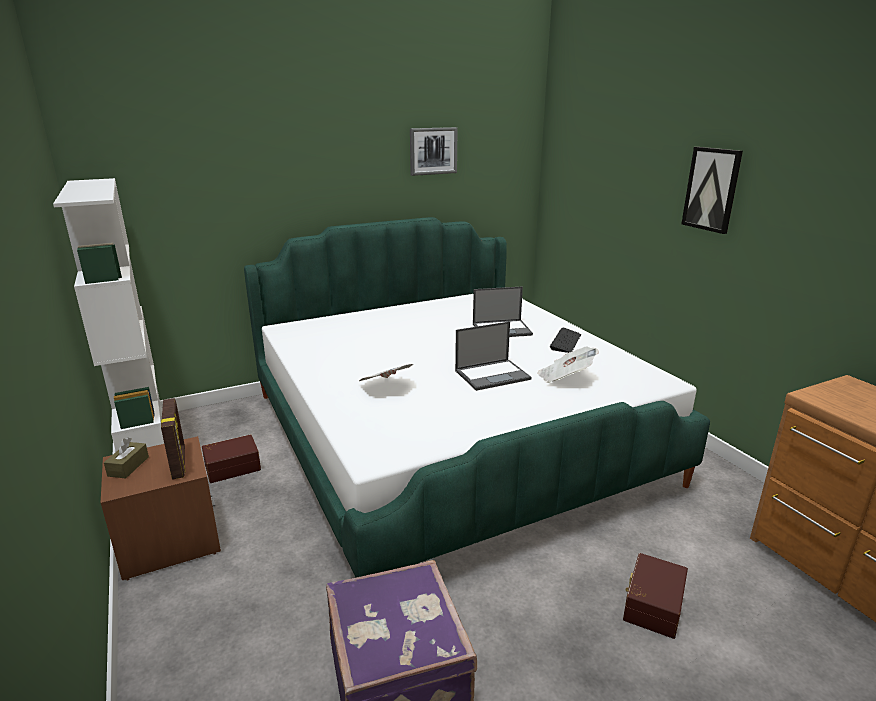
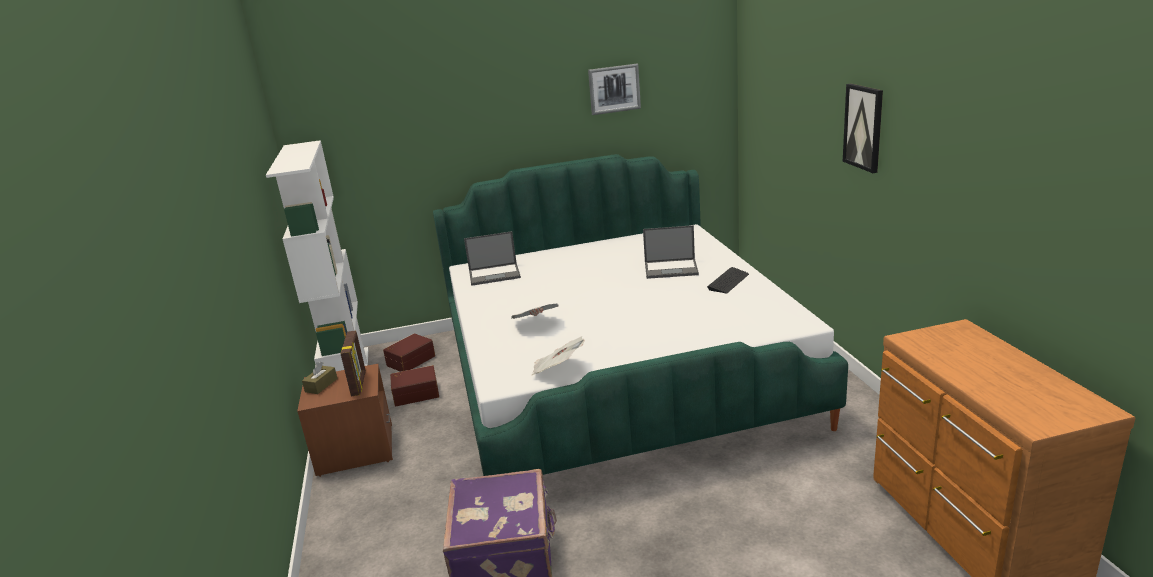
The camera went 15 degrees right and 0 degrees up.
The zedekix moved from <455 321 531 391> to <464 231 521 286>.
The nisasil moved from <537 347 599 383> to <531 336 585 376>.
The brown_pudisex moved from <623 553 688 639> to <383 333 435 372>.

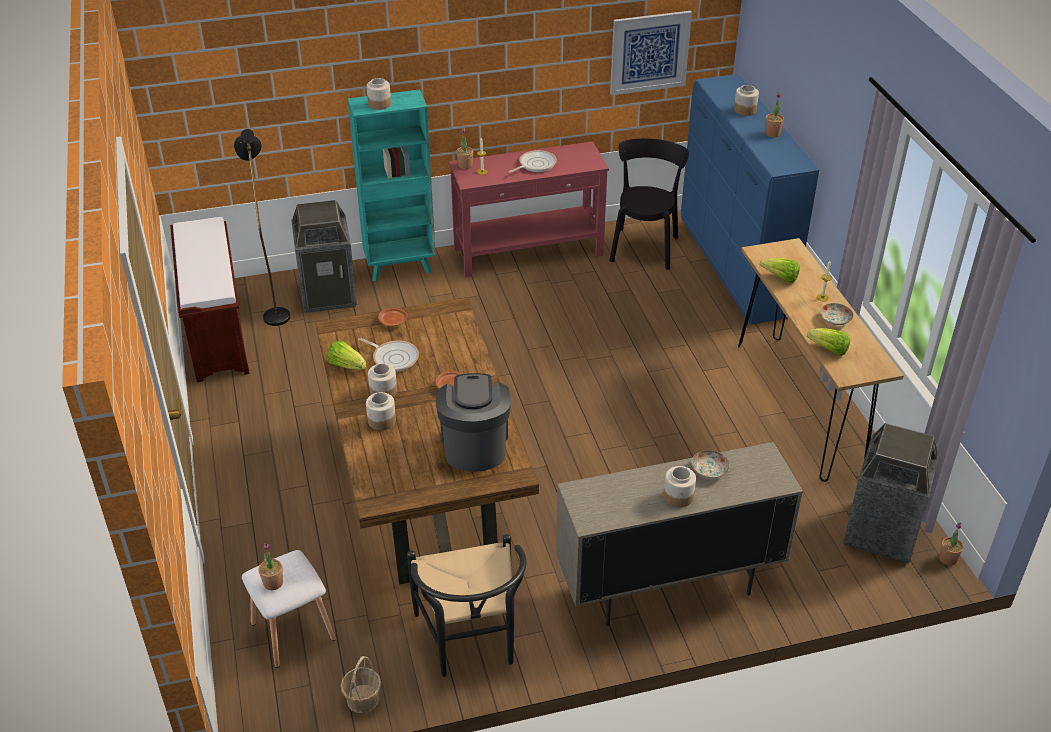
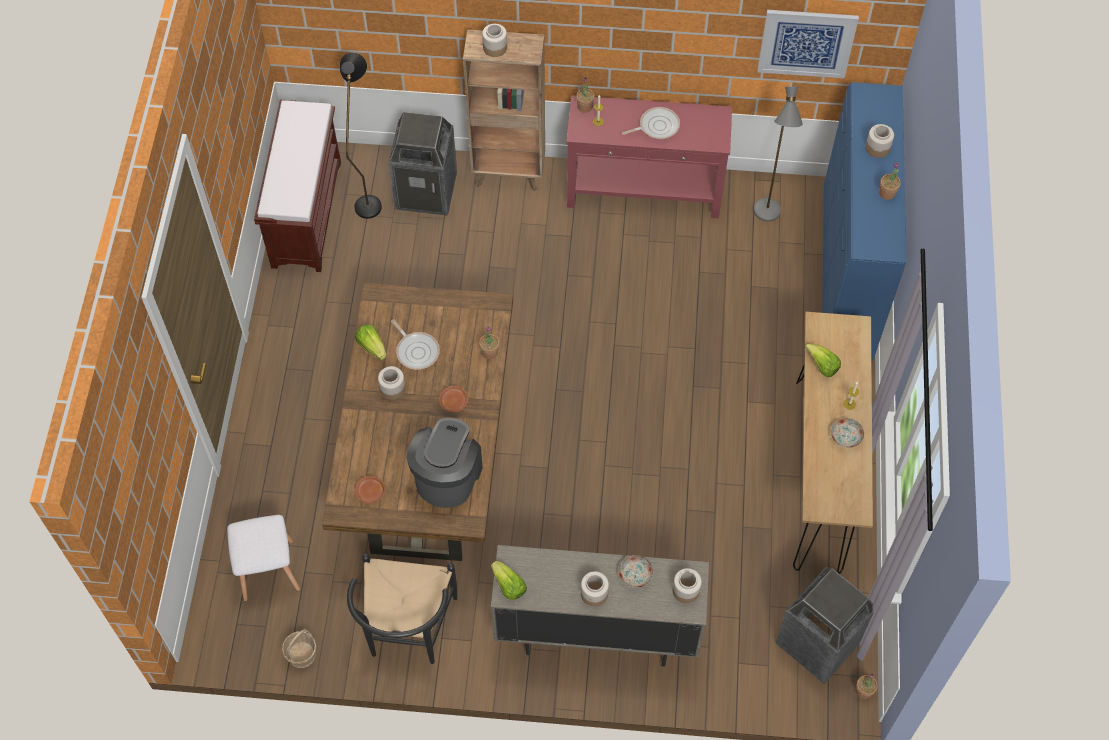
The camera went 20 degrees right and 20 degrees up.
The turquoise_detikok at <348 89 436 282> became the brown_detikok at <463 30 545 191>.
The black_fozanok at <609 138 689 270> was replaced by the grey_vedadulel at <754 86 803 222>.
The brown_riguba moved from <378 308 408 326> to <355 476 386 504>.
The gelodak moved from <807 328 850 356> to <491 561 527 600>.
The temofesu moved from <366 392 396 430> to <672 568 702 603>.
The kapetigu moved from <259 543 283 590> to <479 326 499 359>.

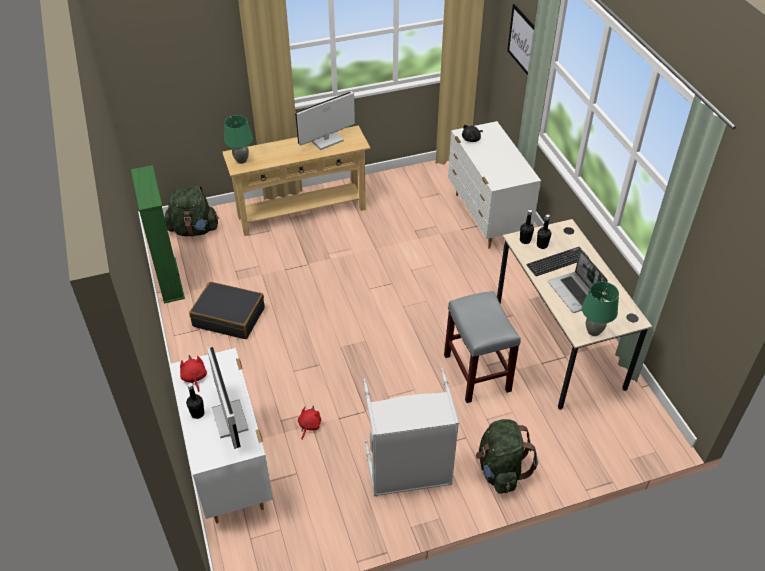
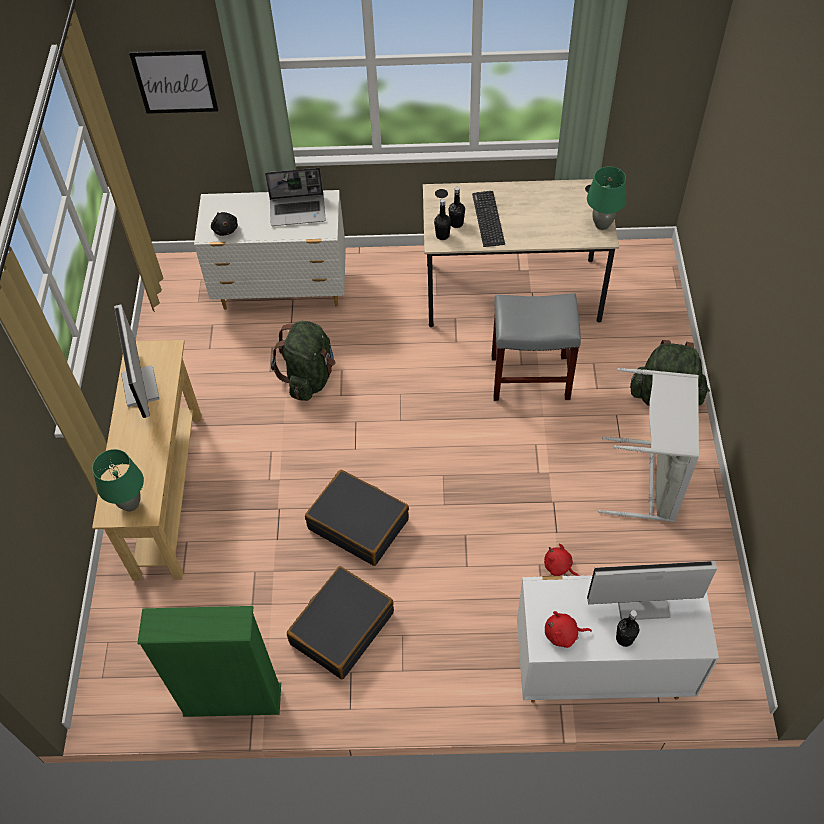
The camera went 70 degrees left and 10 degrees up.
The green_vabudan moved from <165 186 219 237> to <271 321 335 401>.
The zedekix moved from <548 249 608 313> to <265 168 326 226>.
The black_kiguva at <305 470 409 566> appeared.

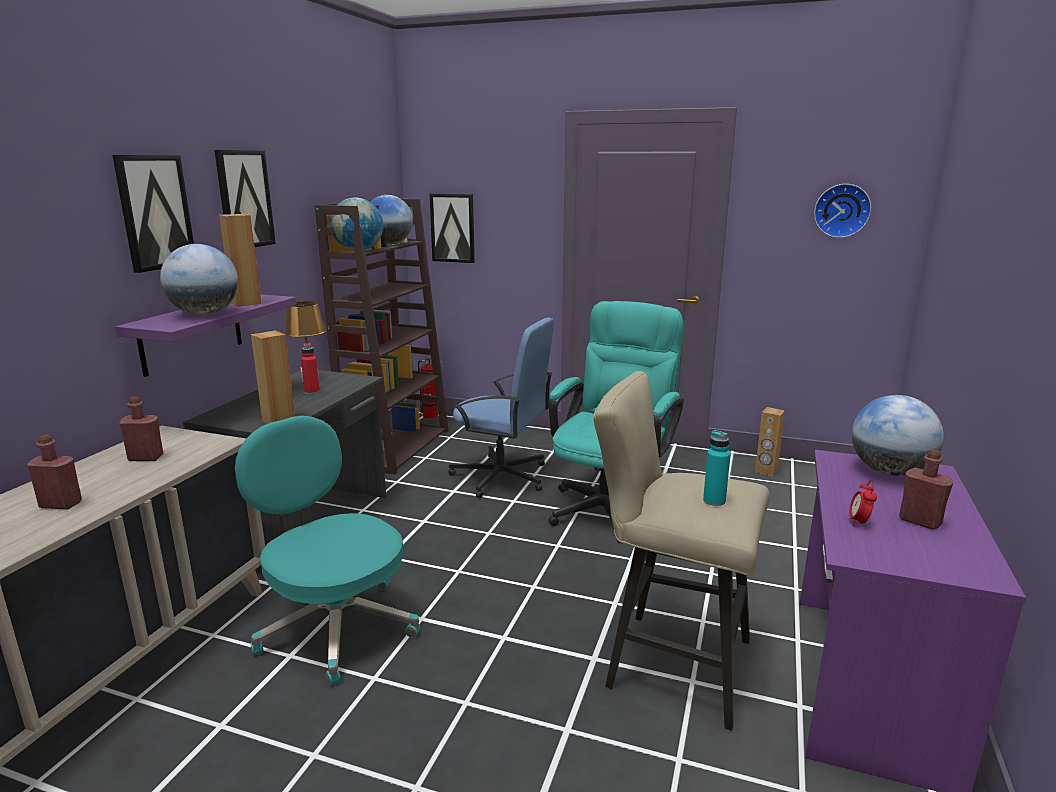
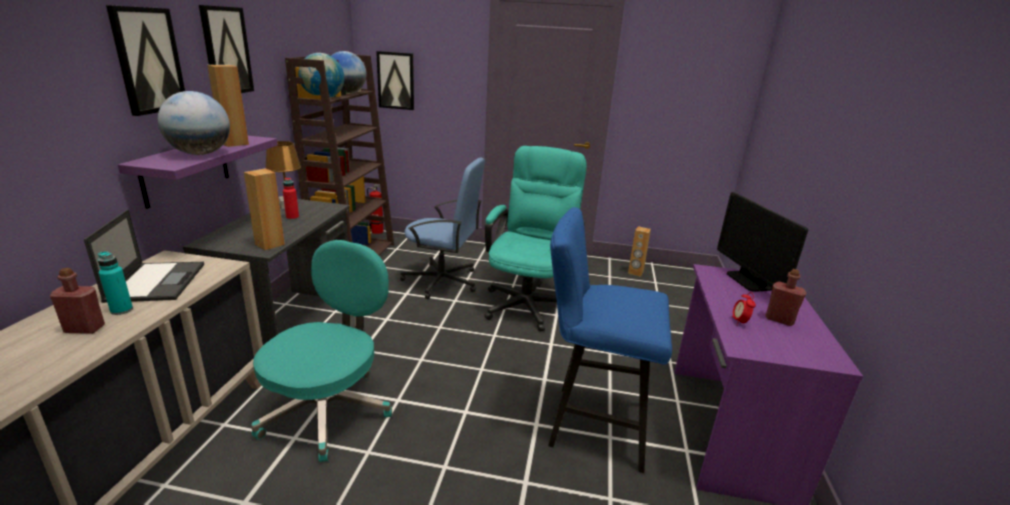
The camera went 10 degrees left and 5 degrees up.
The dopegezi at <814 184 871 238> disappeared.
The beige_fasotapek at <594 371 770 731> became the blue_fasotapek at <548 207 672 473>.
The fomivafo at <852 395 944 476> was replaced by the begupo at <717 192 808 292>.
The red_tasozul at <119 396 163 461> was replaced by the zedekix at <84 209 204 303>.
The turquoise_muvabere at <235 416 420 685> turned 75 degrees clockwise.
The turquoise_tasozul moved from <703 430 731 506> to <97 251 133 315>.

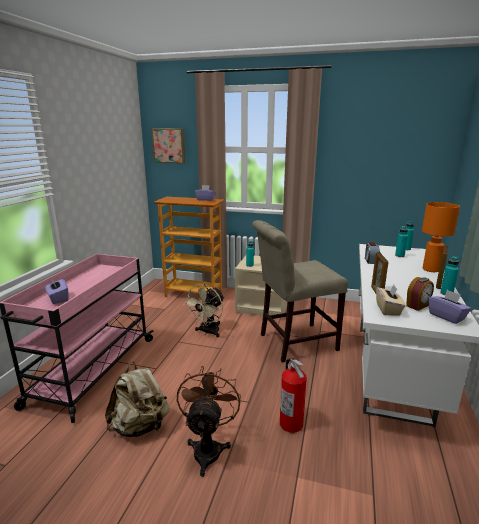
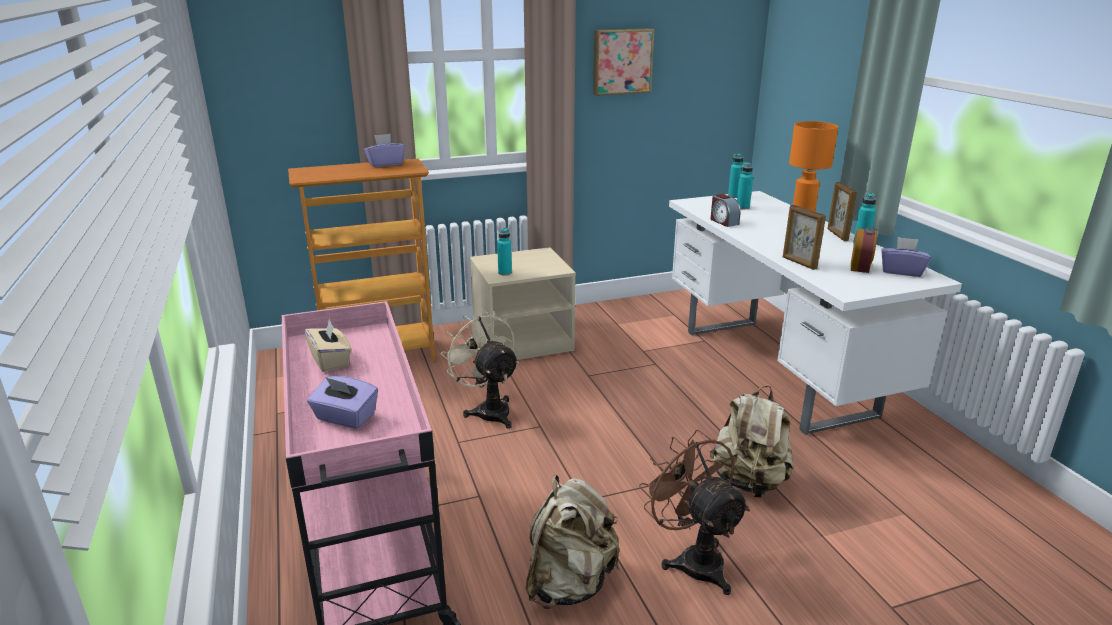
The camera went 35 degrees left and 5 degrees up.
The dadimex moved from <152 129 185 163> to <593 28 654 96>.
The beige_fozanok at <252 220 348 363> disappeared.
The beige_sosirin at <183 284 224 338> turned 150 degrees clockwise.
The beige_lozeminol moved from <376 285 405 316> to <305 320 352 372>.
The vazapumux at <280 358 307 433> was replaced by the beige_vabudan at <710 386 794 498>.

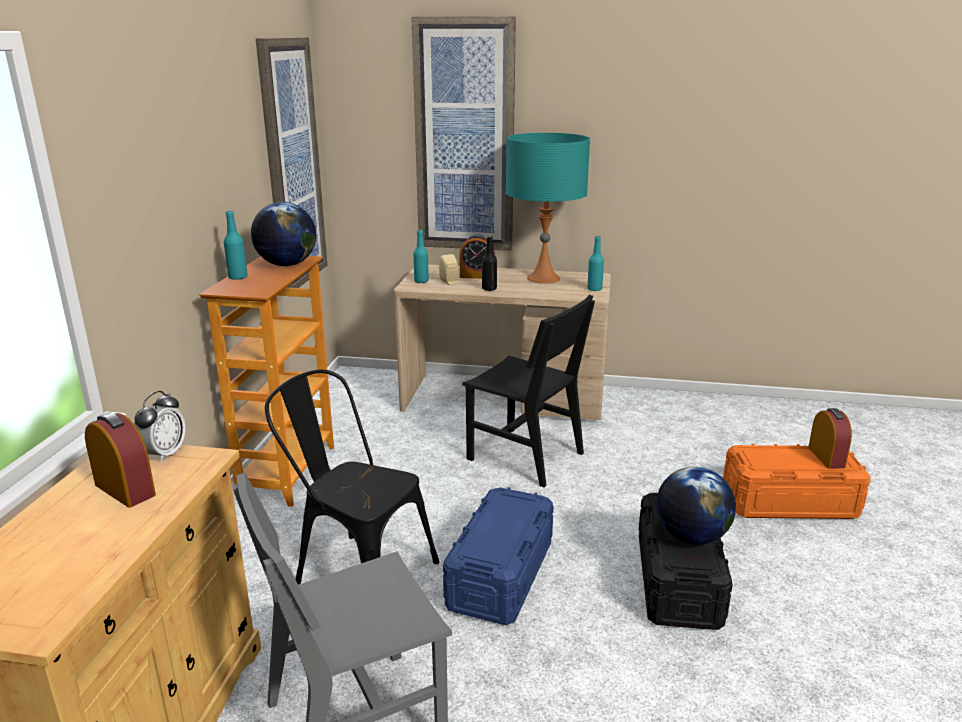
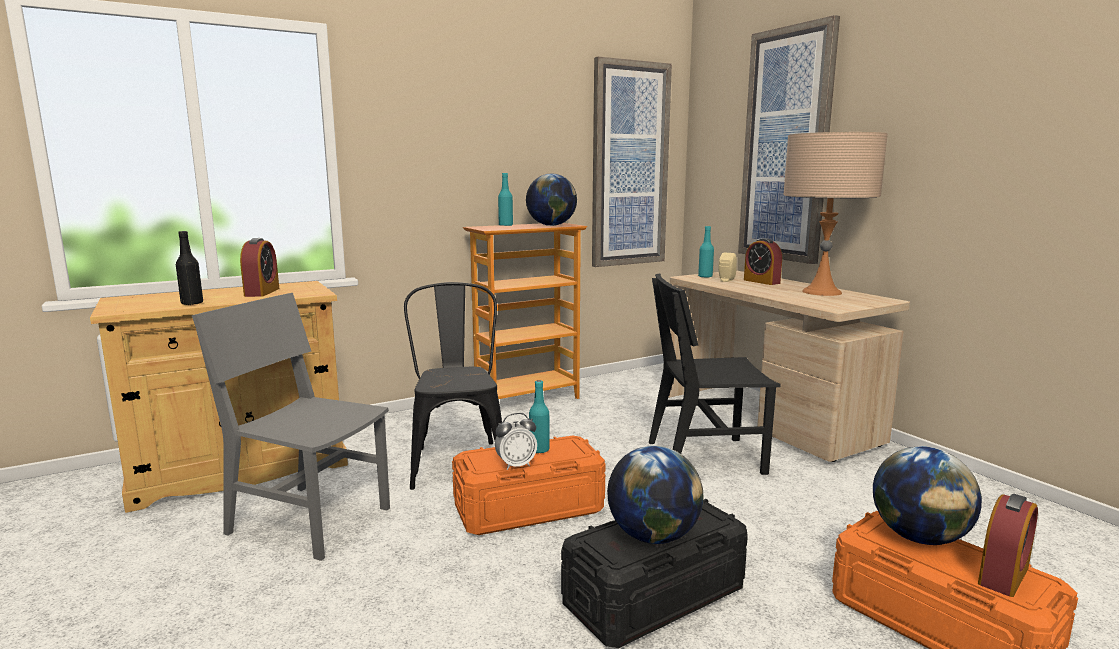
The camera went 50 degrees right and 10 degrees down.
The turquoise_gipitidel at <506 133 590 284> became the beige_gipitidel at <784 132 888 296>.
The black_tasozul moved from <482 236 497 291> to <176 231 203 305>.
The turquoise_tasozul moved from <587 236 604 291> to <529 380 550 454>.
The black_fozanok at <462 295 595 487> turned 90 degrees clockwise.
The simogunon moved from <134 391 186 463> to <495 413 537 470>.
The blue_pudisex at <443 487 554 625> became the orange_pudisex at <452 436 606 535>.
The fomivafo at <873 446 982 545> appeared.

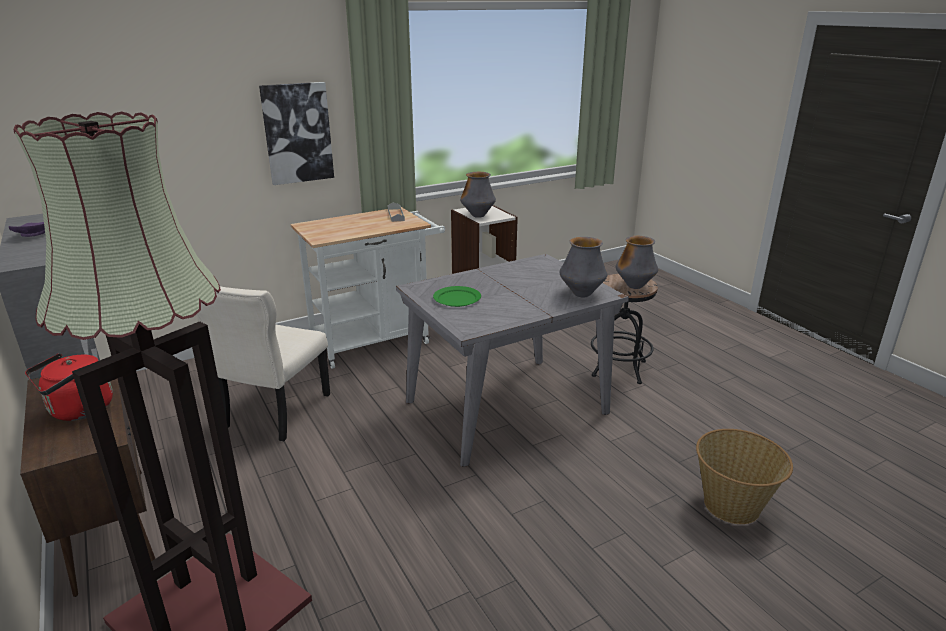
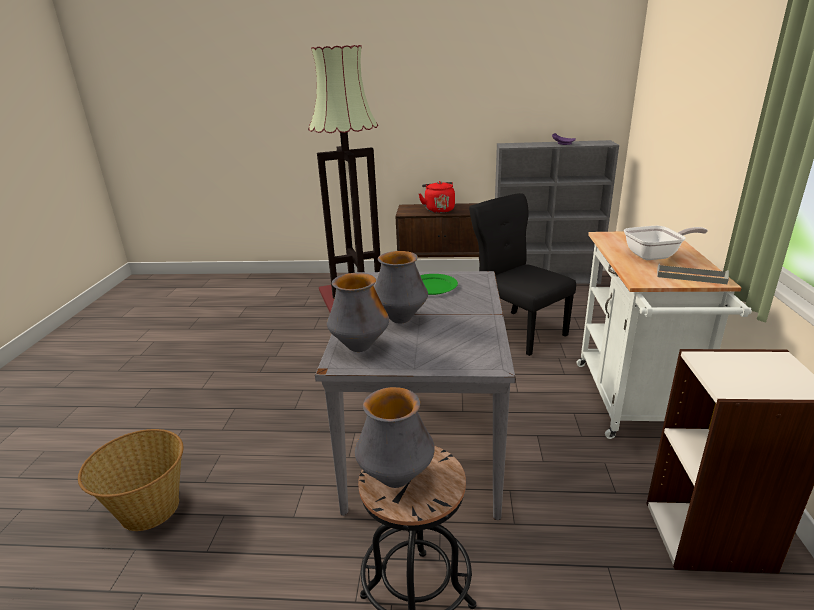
The camera went 125 degrees right and 0 degrees up.
The dadimex at <259 82 334 185> disappeared.
The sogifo moved from <460 172 496 218> to <374 251 428 323>.
The beige_fozanok at <196 286 330 442> became the black_fozanok at <469 193 576 356>.
The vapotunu at <624 226 708 260> appeared.

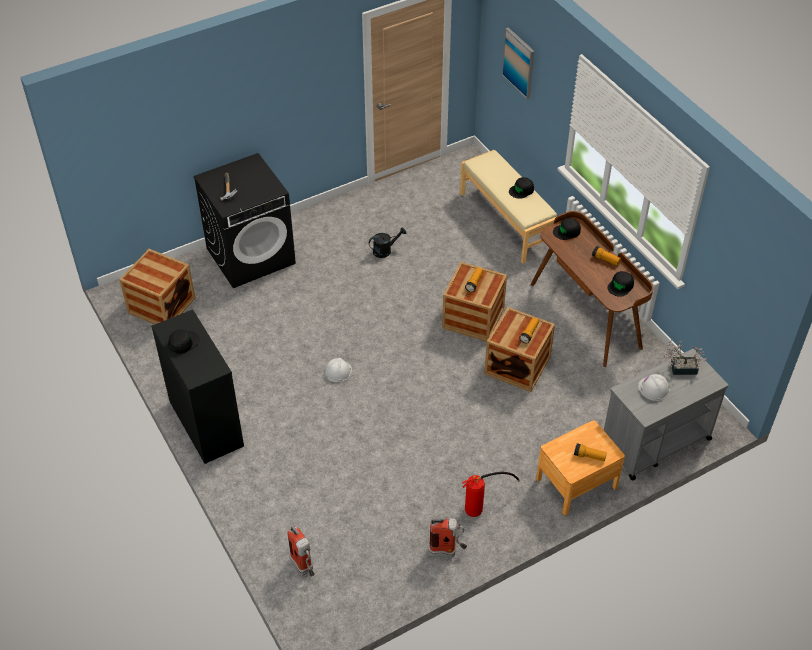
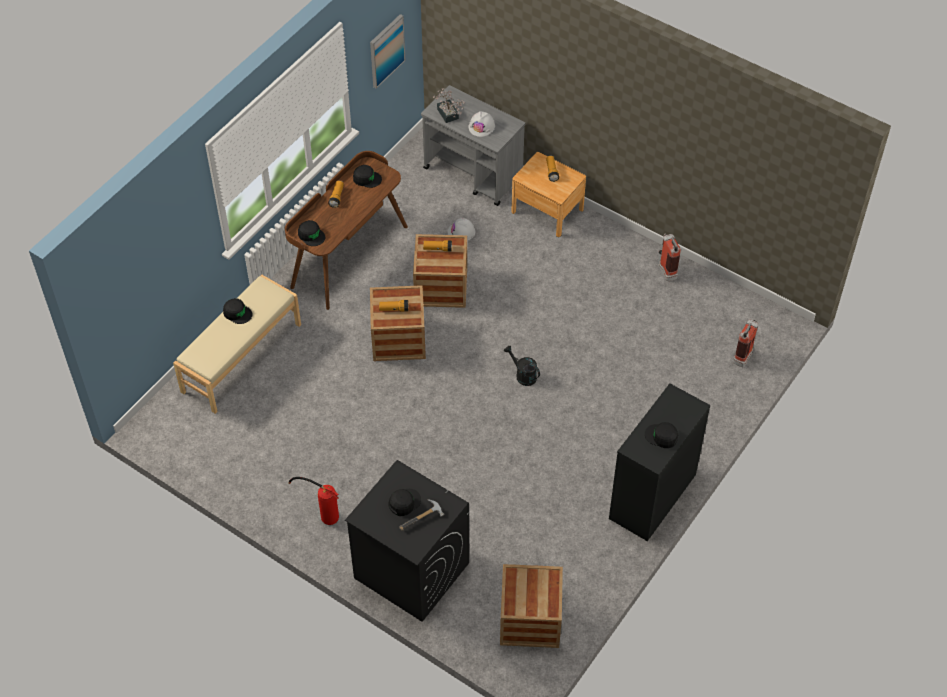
The camera went 115 degrees left and 5 degrees up.
The dadimex moved from <502 27 534 99> to <370 14 406 89>.
The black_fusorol moved from <369 227 406 258> to <504 346 540 386>.
The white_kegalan moved from <325 358 352 382> to <448 218 475 241>.
The vazapumux moved from <462 472 520 517> to <288 477 339 525>.
The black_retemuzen at <389 489 421 516> appeared.

